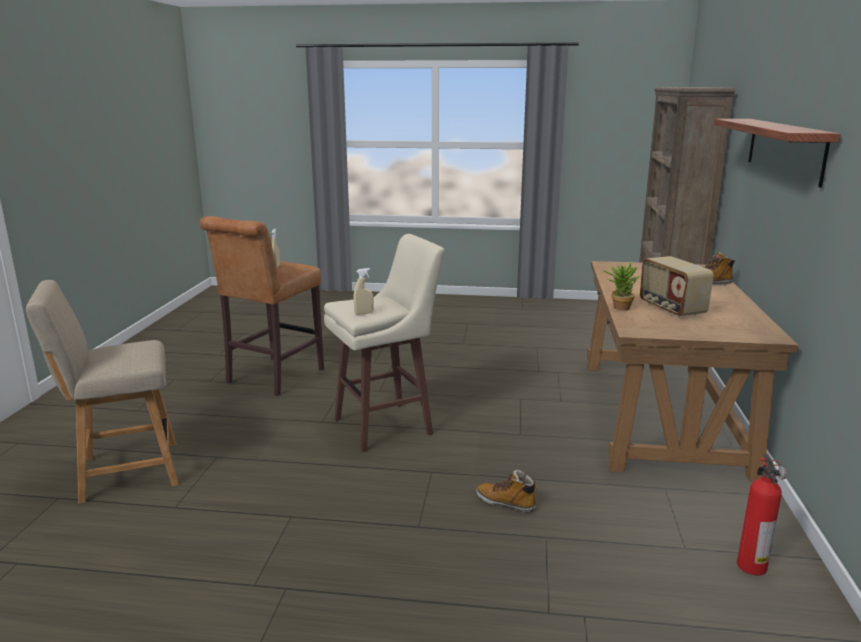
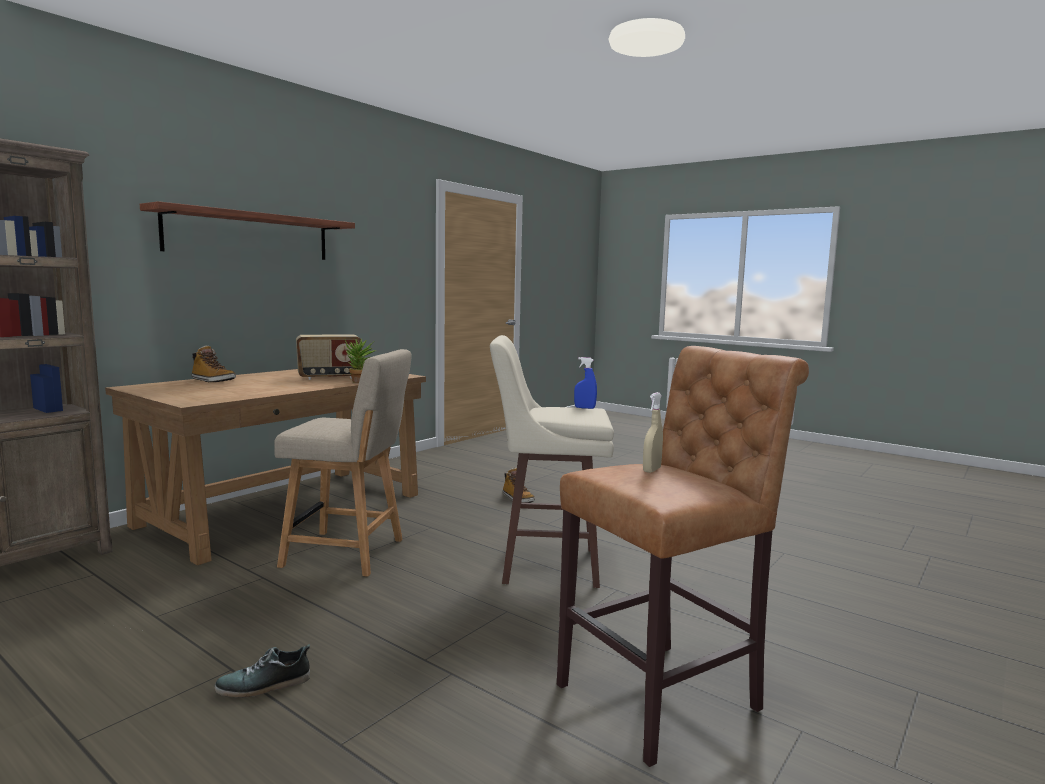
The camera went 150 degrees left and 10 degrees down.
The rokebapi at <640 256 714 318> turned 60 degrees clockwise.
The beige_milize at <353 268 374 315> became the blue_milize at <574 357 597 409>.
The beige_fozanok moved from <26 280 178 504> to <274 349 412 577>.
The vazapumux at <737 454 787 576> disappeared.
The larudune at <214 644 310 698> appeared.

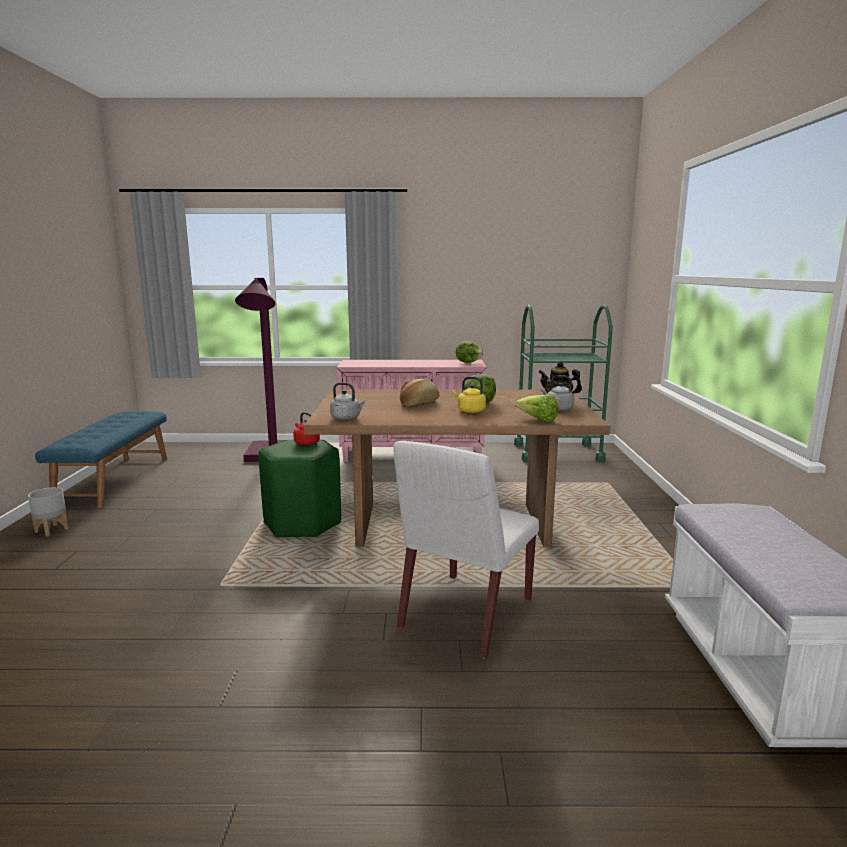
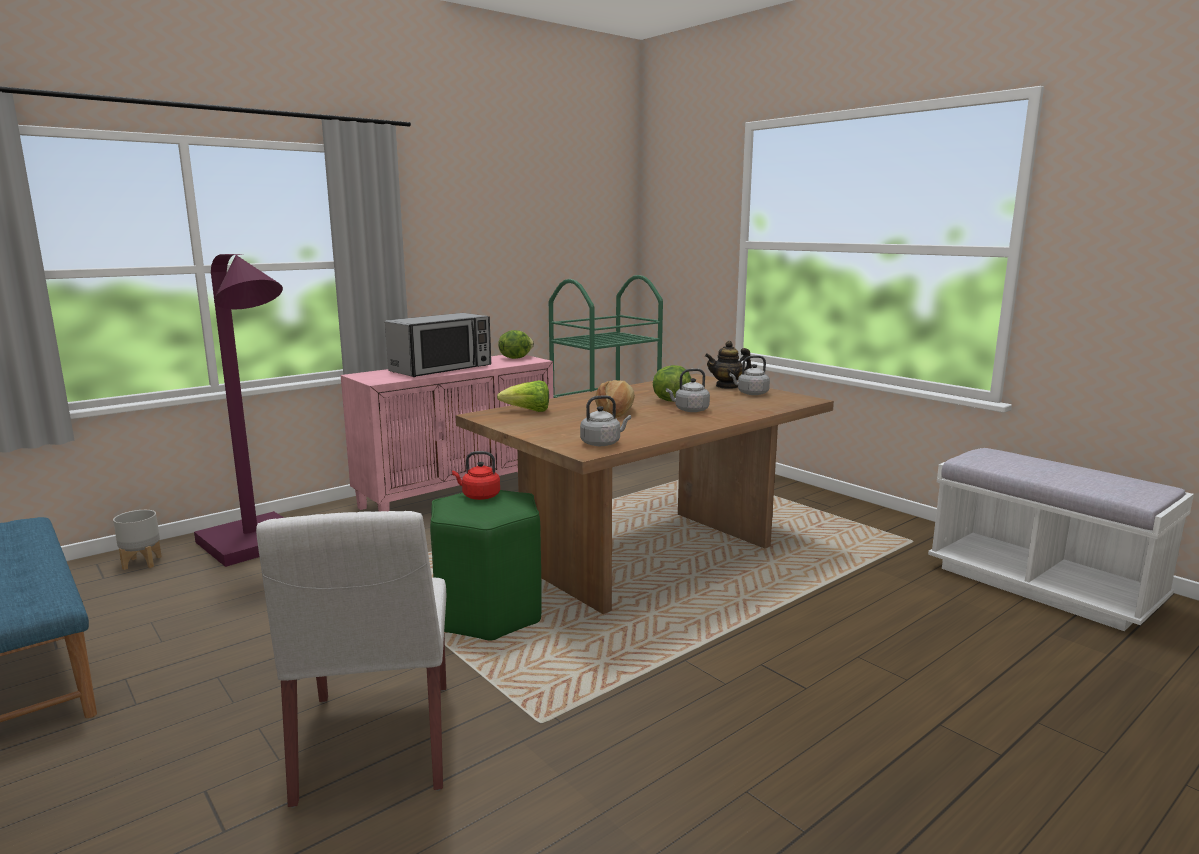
The camera went 40 degrees left and 0 degrees up.
The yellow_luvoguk at <453 377 486 413> became the grey_luvoguk at <666 368 710 412>.
The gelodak moved from <515 394 558 422> to <497 380 549 412>.
The white_fozanok moved from <393 441 539 659> to <256 511 446 808>.
The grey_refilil moved from <28 487 69 537> to <113 510 162 570>.
The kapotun at <385 313 491 377> appeared.

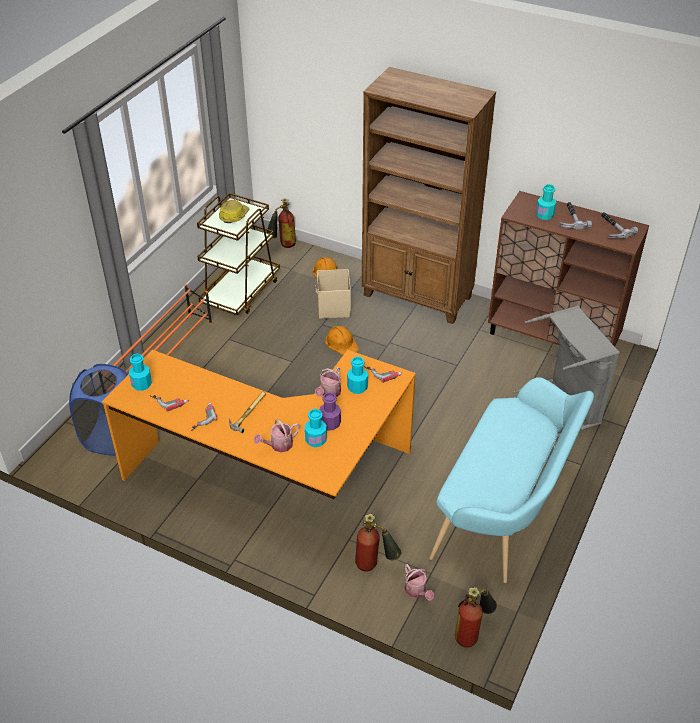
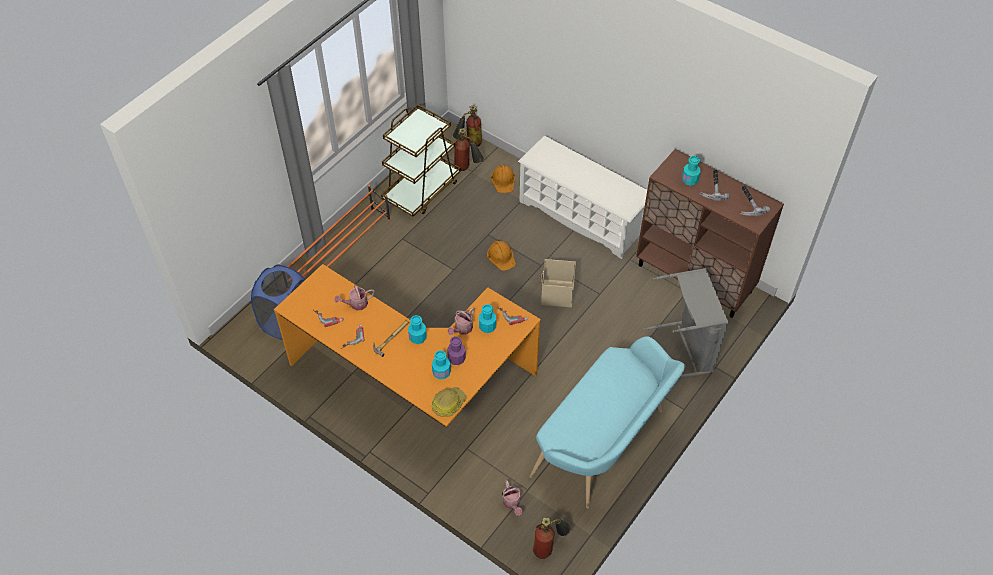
The camera went 10 degrees right and 10 degrees up.
The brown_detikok at <362 67 496 324> was replaced by the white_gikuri at <518 136 647 259>.
The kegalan moved from <219 200 249 223> to <431 387 467 417>.
The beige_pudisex moved from <315 269 351 319> to <541 259 576 307>.
The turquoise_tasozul moved from <129 354 152 391> to <408 315 427 344>.
The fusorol moved from <254 419 300 452> to <334 285 375 311>.
The vazapumux moved from <355 514 402 572> to <454 128 484 171>.

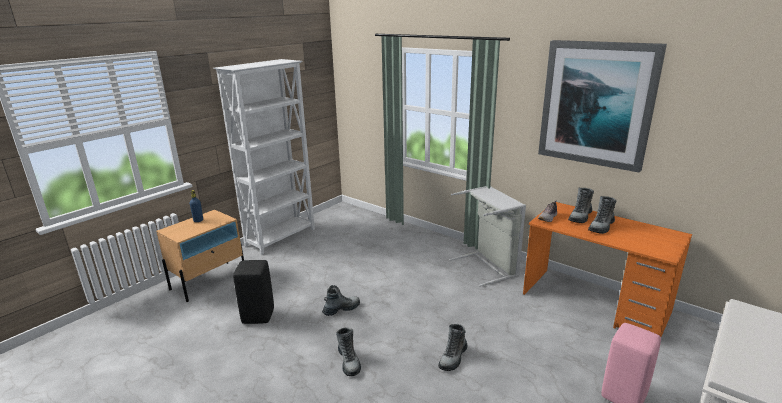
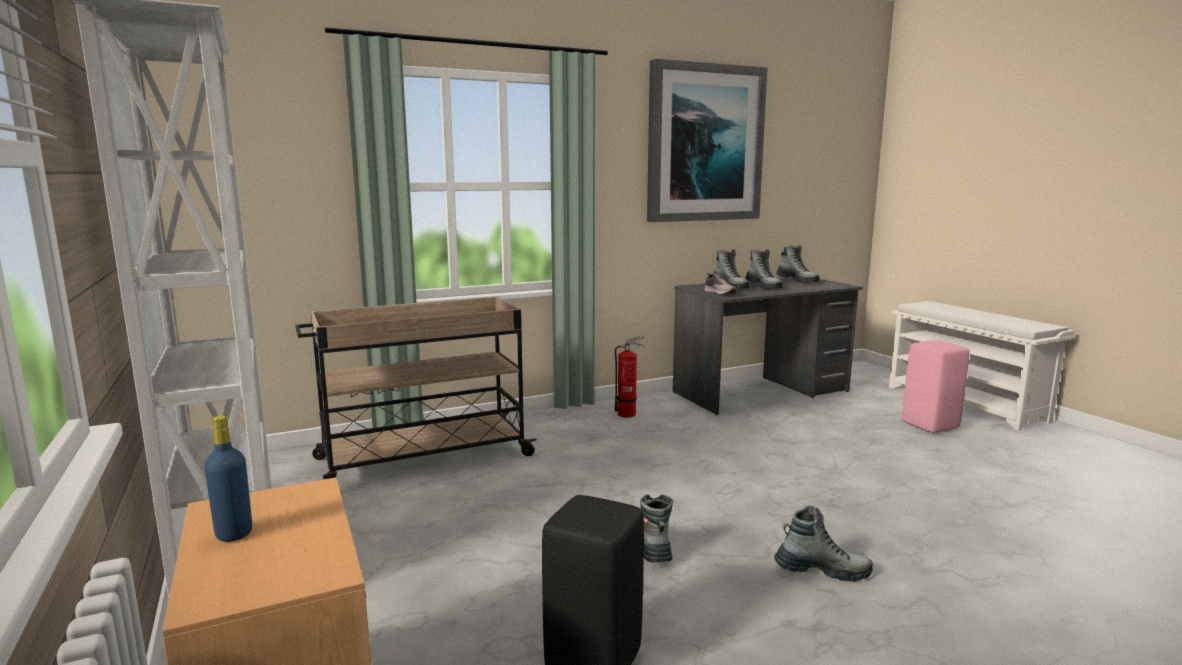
The camera went 65 degrees left and 10 degrees down.
The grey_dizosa at <449 186 526 287> was replaced by the vazapumux at <615 336 645 418>.
The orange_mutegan at <523 202 692 337> became the grey_mutegan at <673 277 863 415>.
The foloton moved from <438 324 468 371> to <776 245 820 283>.
The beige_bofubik at <295 297 537 480> appeared.

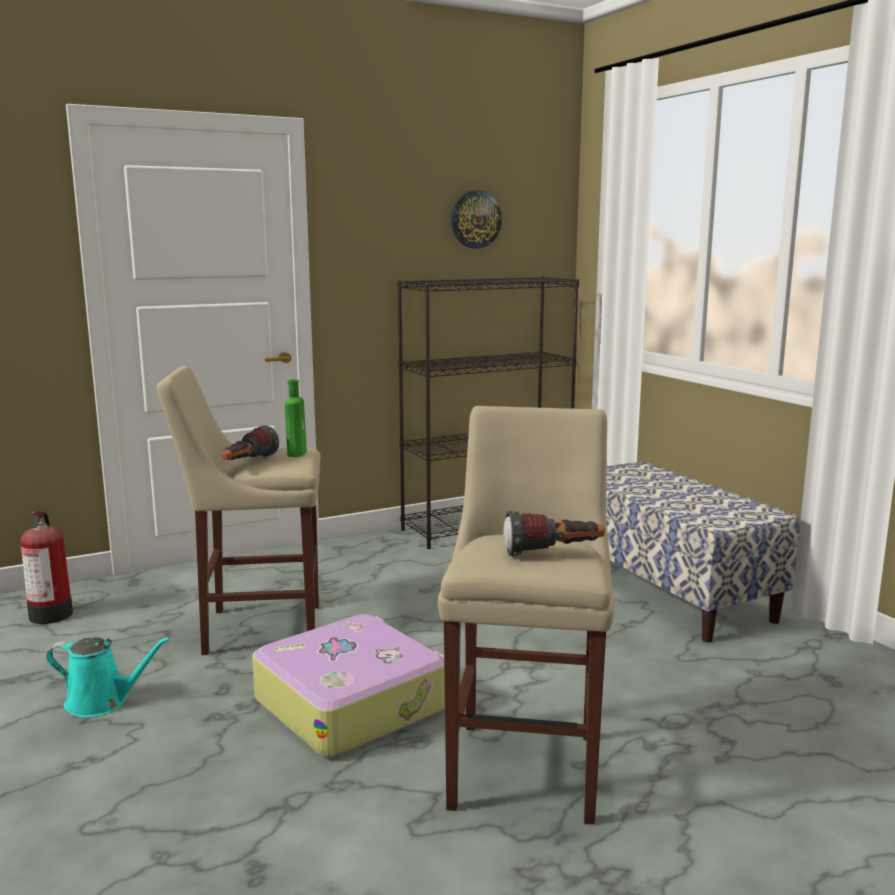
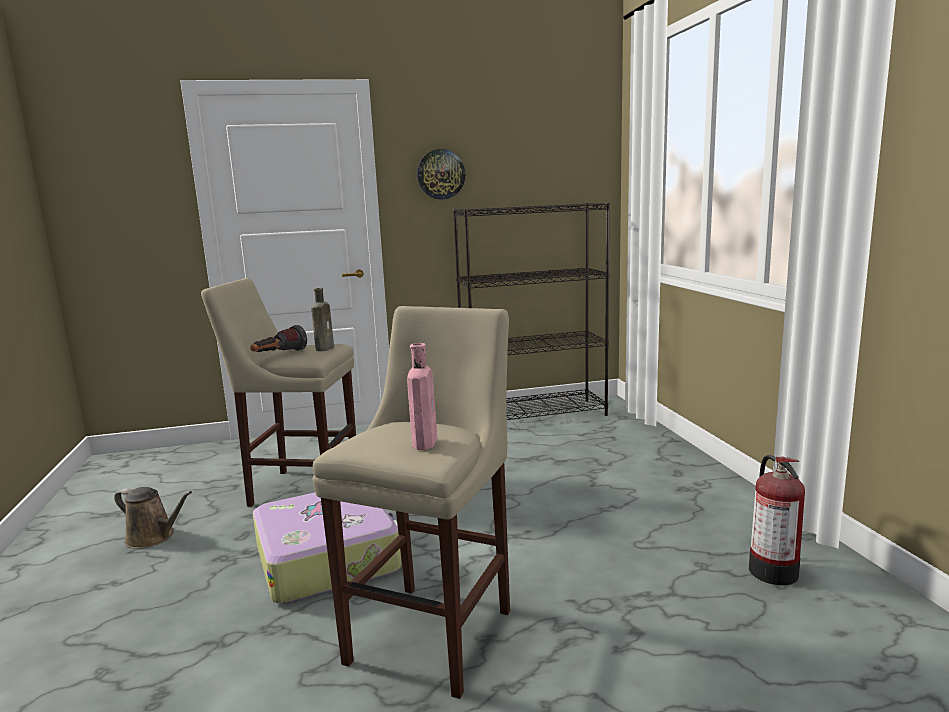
The camera went 15 degrees right and 0 degrees up.
The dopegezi moved from <451 190 502 248> to <417 149 465 200>.
The green_tasozul at <285 379 307 457> became the brown_tasozul at <311 288 334 351>.
The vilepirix at <606 462 799 642> disappeared.
The vazapumux moved from <20 511 73 624> to <749 455 805 585>.
The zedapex at <503 511 605 556> was replaced by the pink_tasozul at <407 343 437 450>.
The turquoise_fusorol at <46 637 171 717> became the brown_fusorol at <114 487 192 549>.

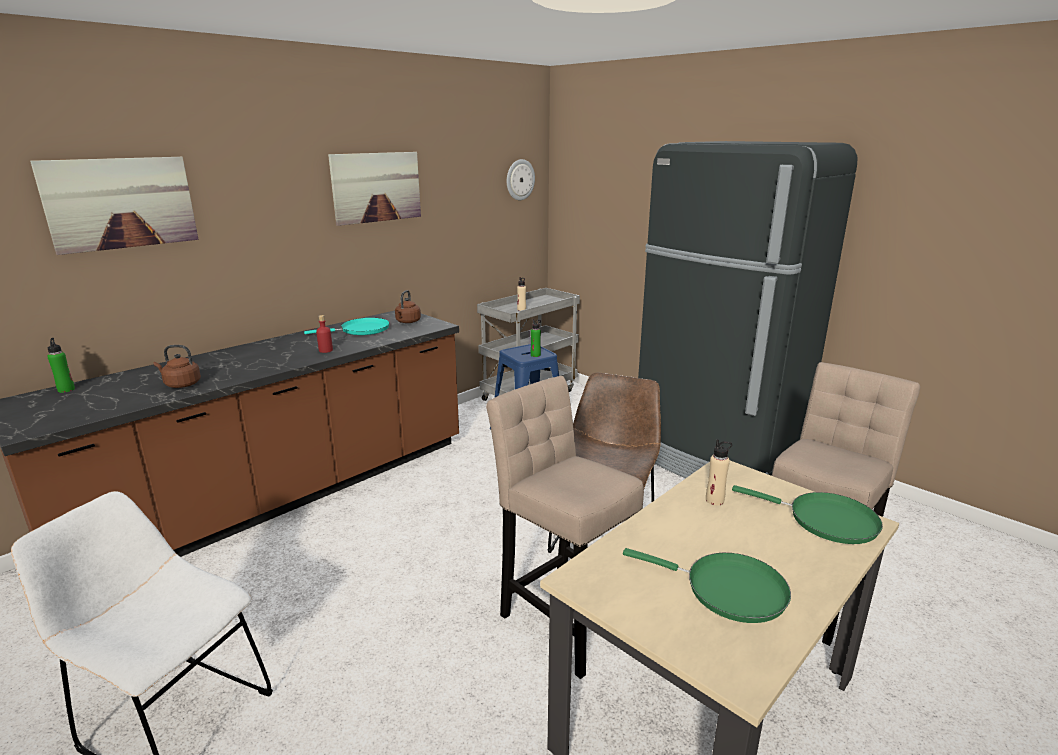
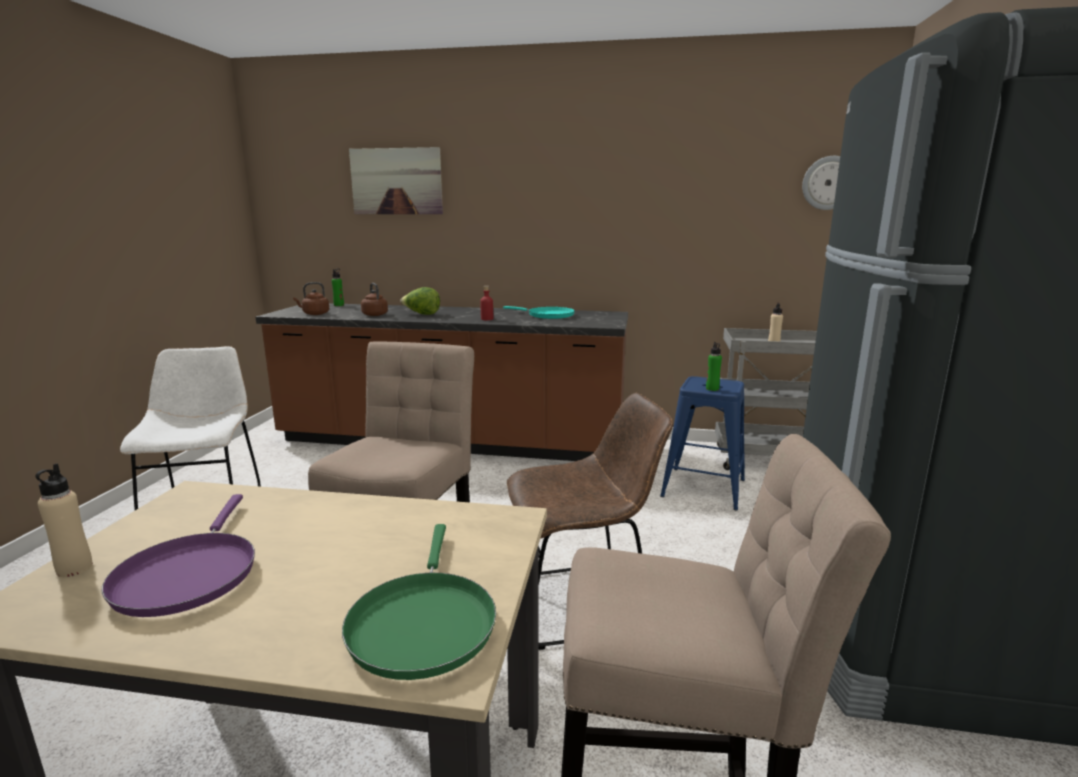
The camera went 55 degrees right and 5 degrees down.
The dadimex at <328 152 421 226> disappeared.
The brown_luvoguk moved from <395 290 421 323> to <293 282 329 315>.
The beige_tasozul moved from <706 439 732 506> to <36 464 93 577>.
The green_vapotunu at <623 548 791 623> became the purple_vapotunu at <101 494 255 617>.
The gelodak at <400 287 440 315> appeared.

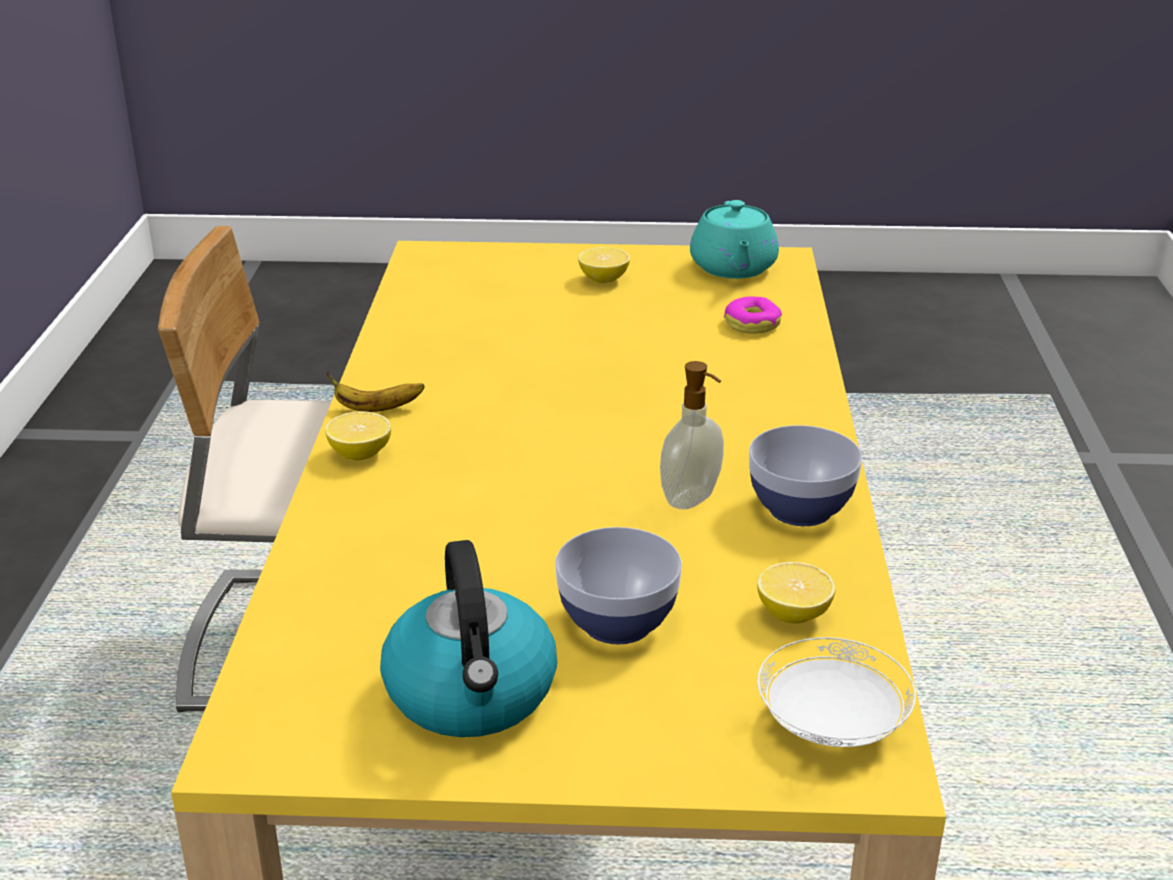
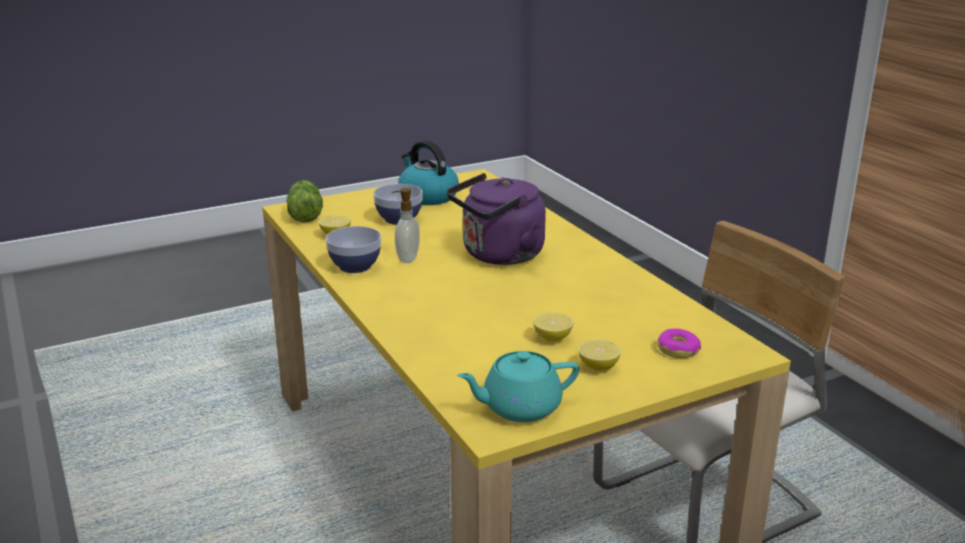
The camera went 150 degrees right and 5 degrees down.
The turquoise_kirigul at <690 200 779 279> turned 75 degrees counterclockwise.
The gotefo moved from <724 297 782 334> to <658 329 701 358>.
The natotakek at <326 372 425 412> disappeared.
The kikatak moved from <325 411 391 460> to <533 312 573 342>.
The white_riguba at <757 637 916 747> was replaced by the gelodak at <287 180 323 223>.
The purple_luvoguk at <447 173 546 265> appeared.

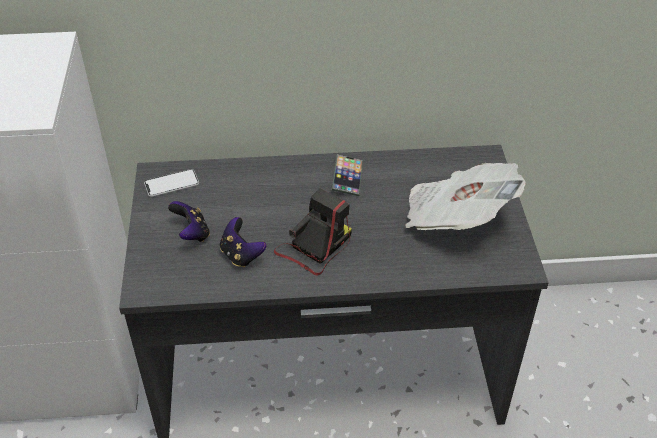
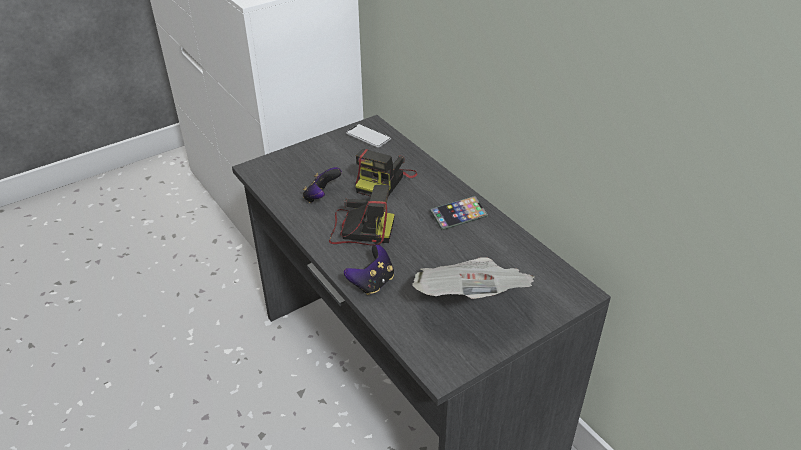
The camera went 60 degrees right and 5 degrees down.
The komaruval moved from <168 201 210 242> to <344 244 394 295>.
The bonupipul at <355 149 417 197> appeared.

